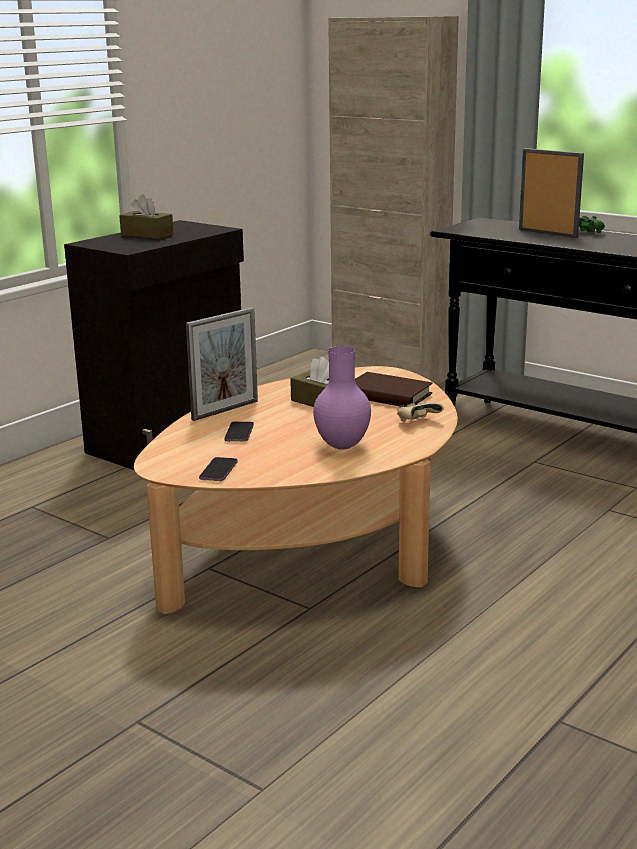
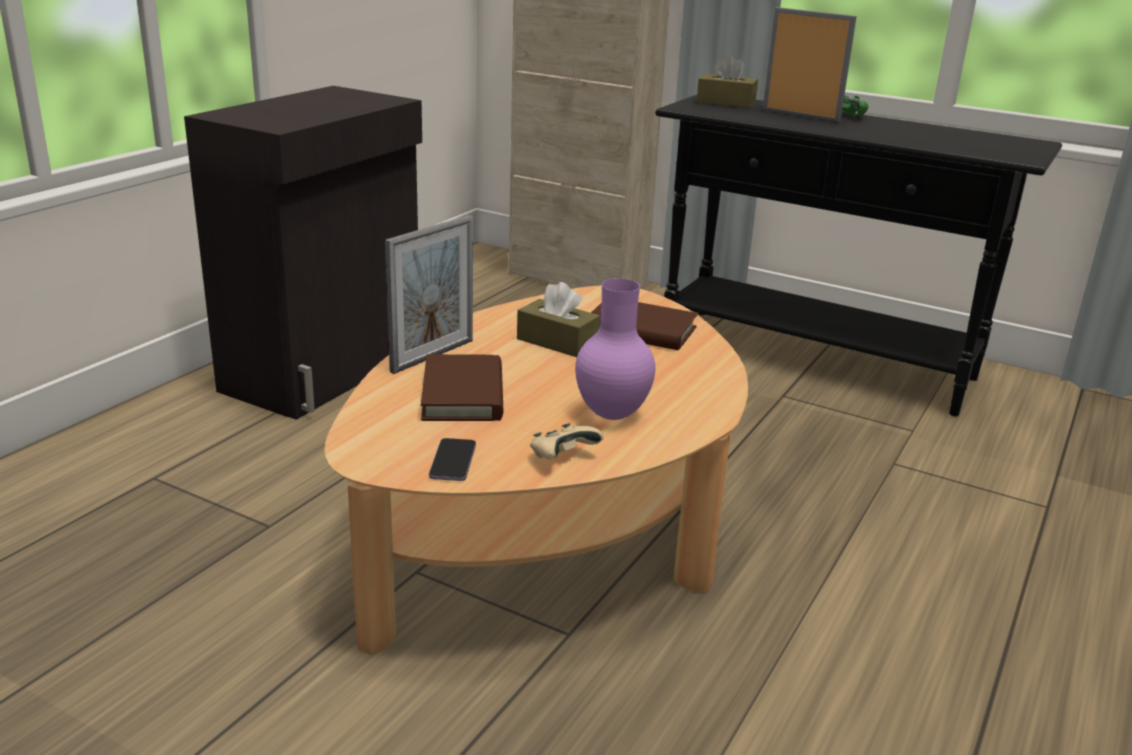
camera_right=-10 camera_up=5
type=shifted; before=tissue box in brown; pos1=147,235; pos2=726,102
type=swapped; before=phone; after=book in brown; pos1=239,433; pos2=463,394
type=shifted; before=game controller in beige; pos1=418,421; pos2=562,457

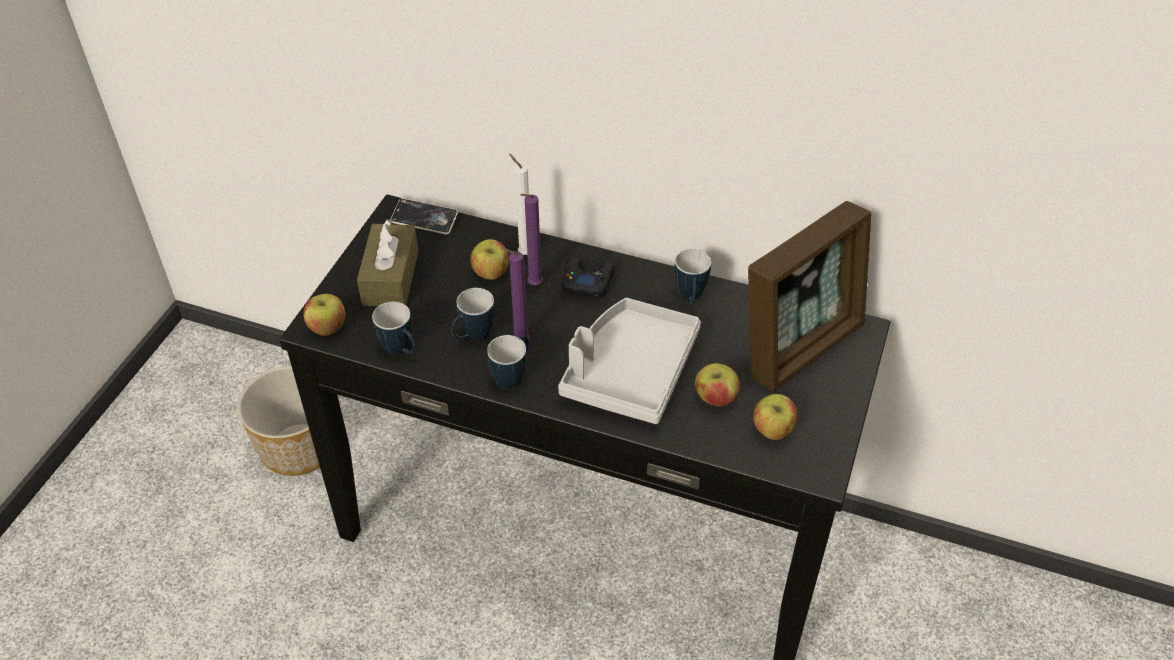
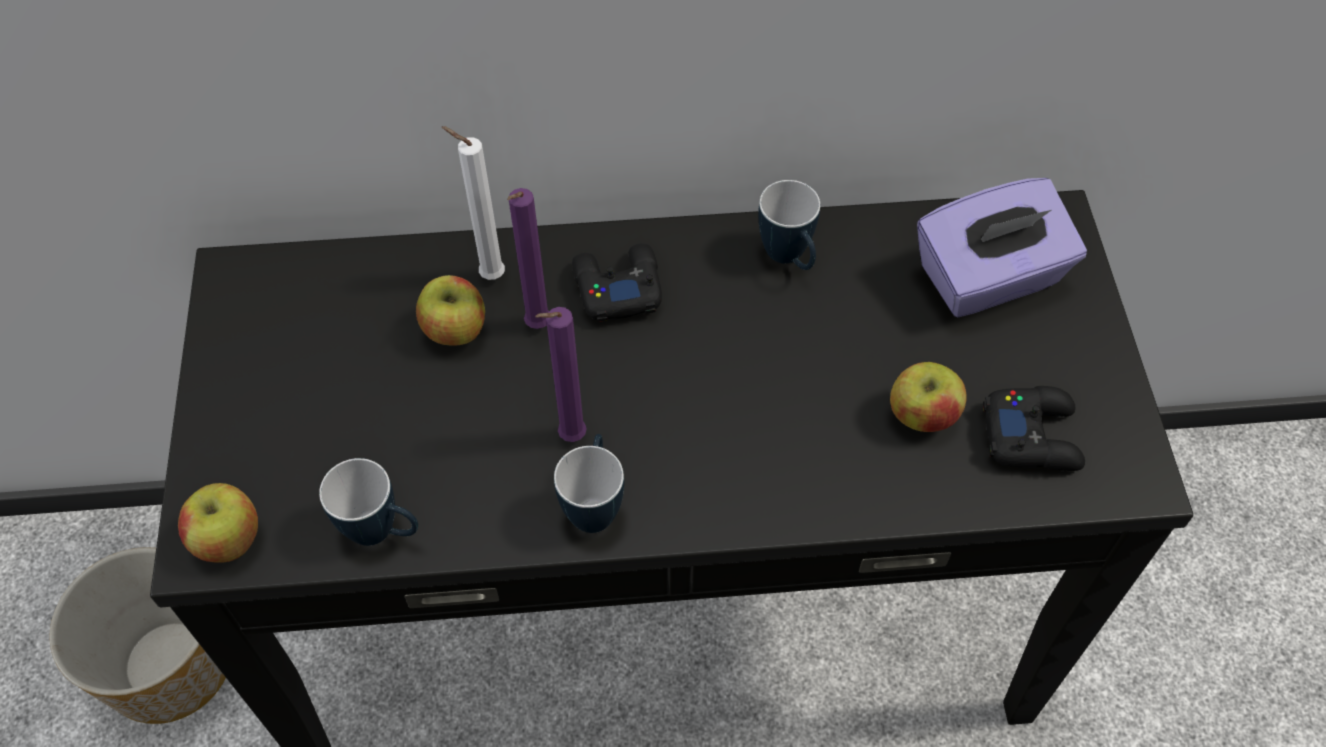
camera_right=-25 camera_up=10
type=gone; before=tissue box in brown; pos1=390,277
type=gone; before=phone; pos1=424,220
type=gone; before=mug; pos1=473,337
type=gone; before=tray in grey; pos1=630,371
type=swapped; before=picture frame; after=tissue box in purple; pos1=800,345; pos2=989,278
type=swapped; before=apple; after=game controller in black; pos1=773,430; pos2=1032,435

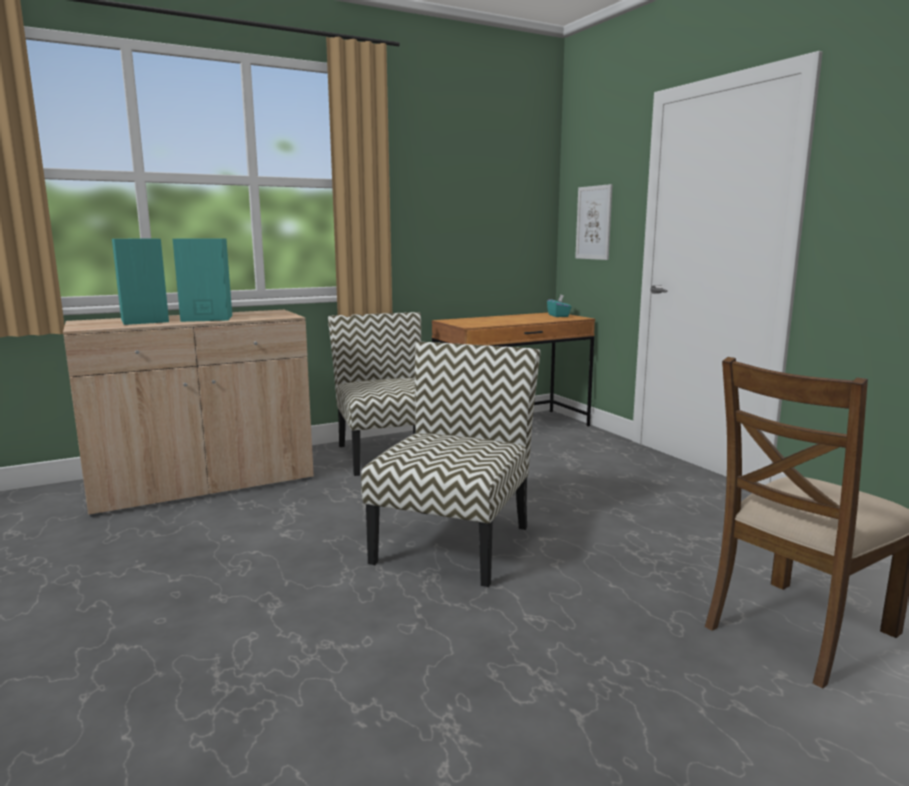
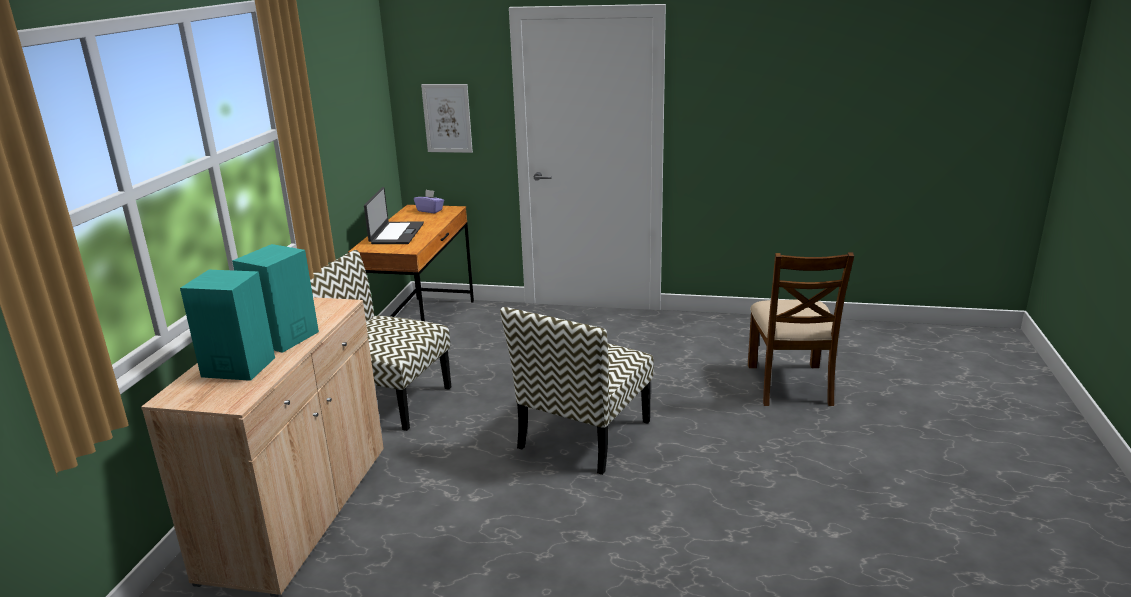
camera_right=-50 camera_up=10
type=rotated; before=chair; pos1=452,542; pos2=584,435; turn=-120
type=repainted; before=tissue box in turquoise; after=tissue box in purple; pos1=558,316; pos2=430,210
type=new; after=laptop; pos2=396,234

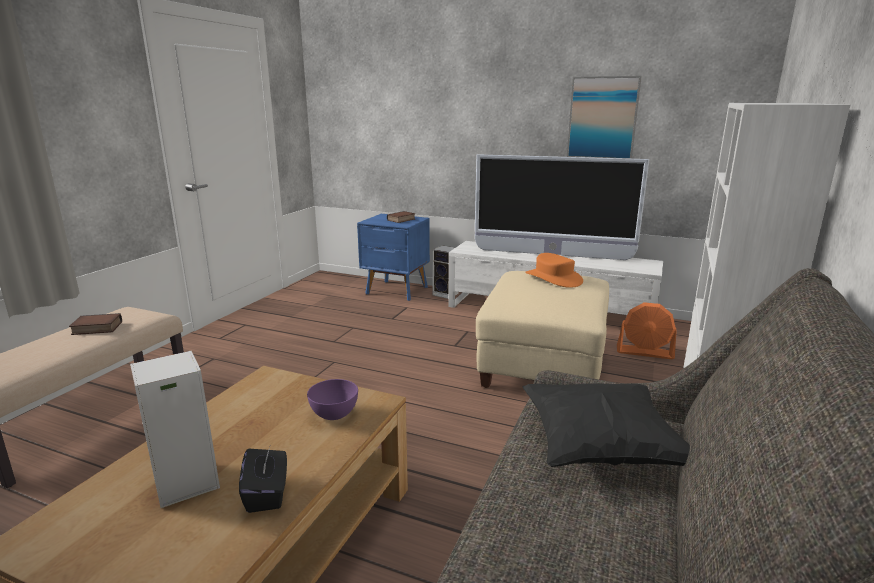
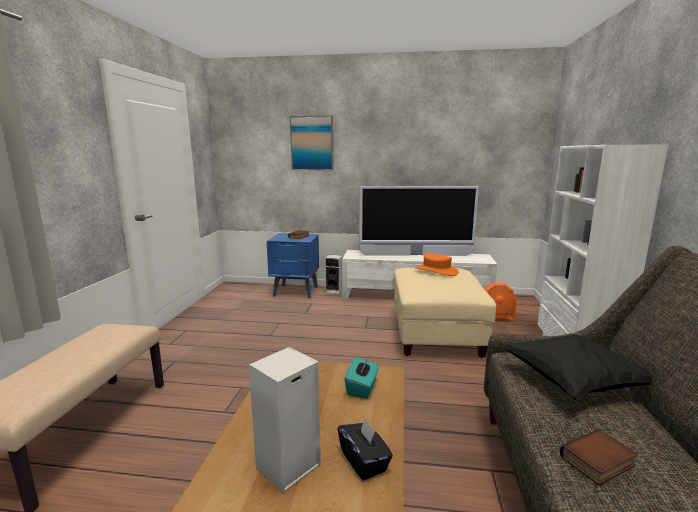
camera_right=-15 camera_up=-5
type=shifted; before=book; pos1=96,328; pos2=598,462
type=swapped; before=bowl in purple; after=tissue box in turquoise; pos1=334,414; pos2=362,388
type=shifted; before=picture; pos1=602,118; pos2=312,143

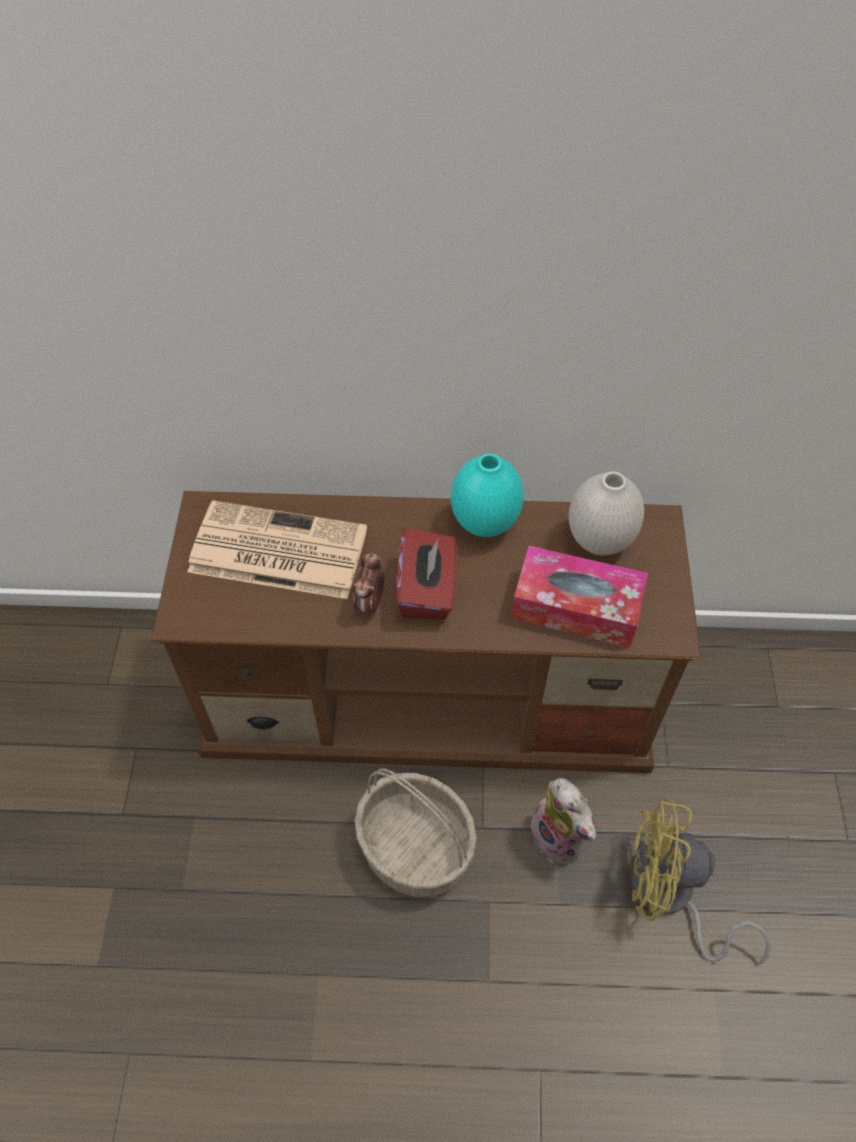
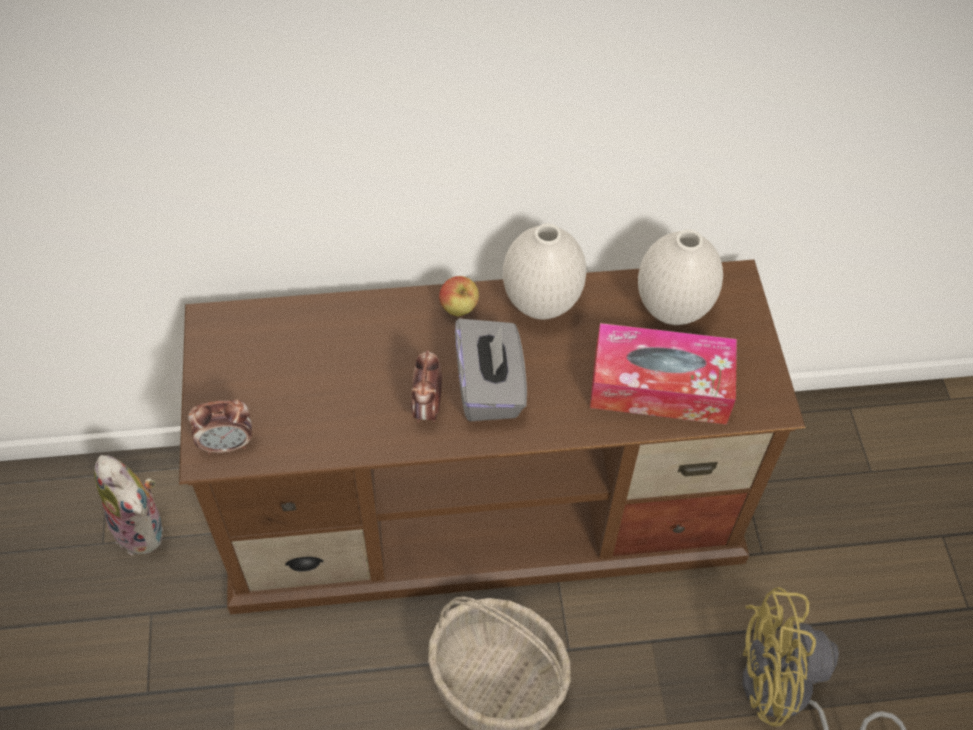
camera_right=-10 camera_up=0
type=gone; before=newspaper; pos1=275,551
type=repainted; before=tissue box in red; after=tissue box in grey; pos1=427,591; pos2=490,387
type=repainted; before=vase in turquoise; after=vase in white; pos1=484,523; pos2=540,303
type=shifted; before=plush toy; pos1=561,837; pos2=144,528
type=new; after=alarm clock; pos2=227,444
type=new; after=apple; pos2=459,309

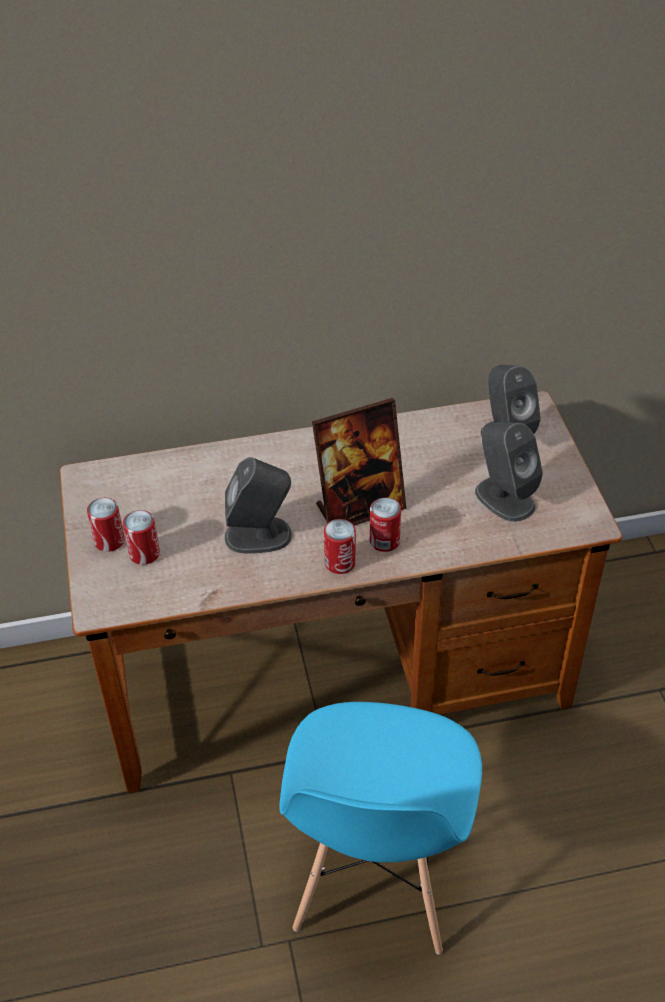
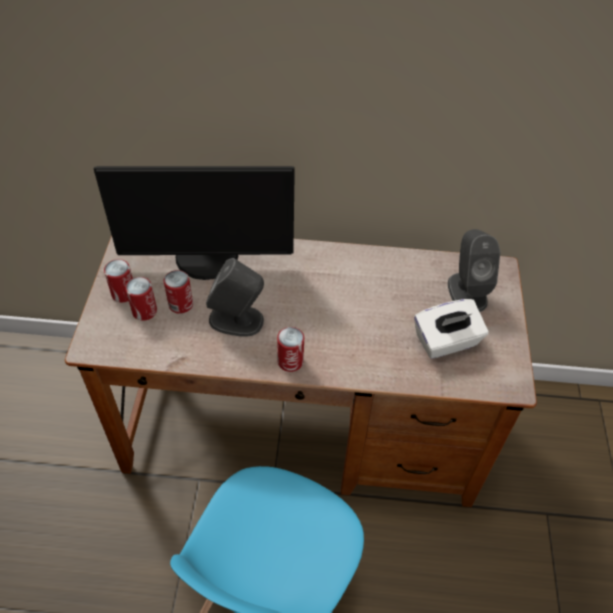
camera_right=15 camera_up=5
type=gone; before=picture frame; pos1=360,508
type=shifted; before=can; pos1=384,541; pos2=180,304
type=swapped; before=speaker in grey; after=tissue box in white; pos1=504,498; pos2=446,342
type=new; after=monitor; pos2=207,259

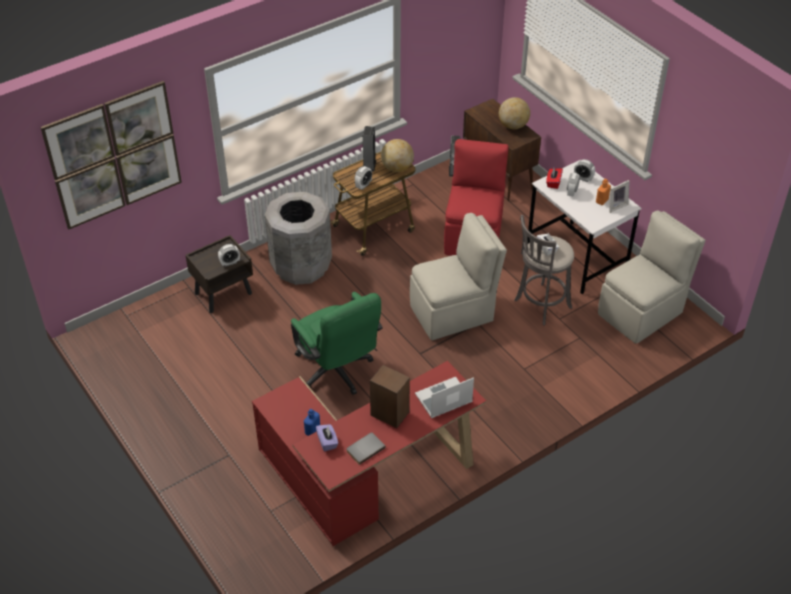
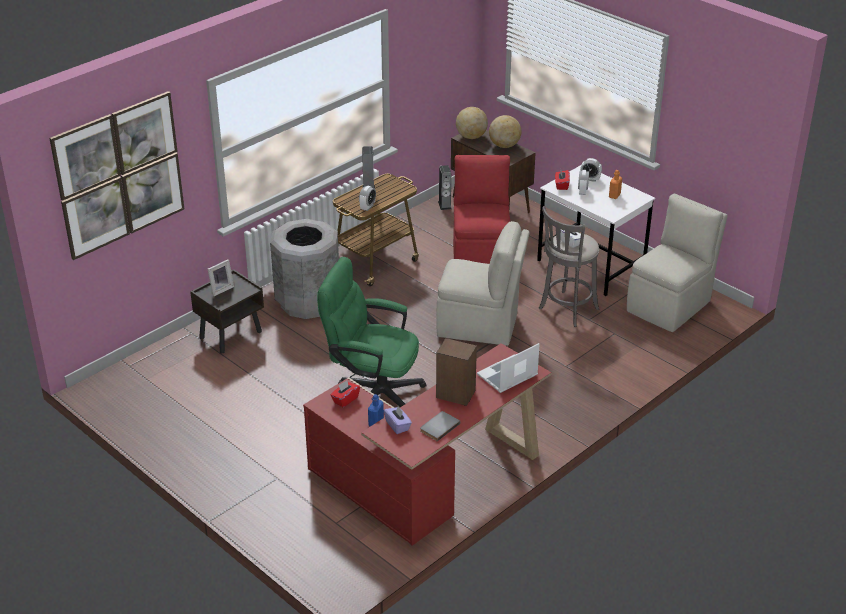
camera_right=-10 camera_up=-10
type=gone; before=alarm clock; pos1=230,262
type=rotated; before=office chair in green; pos1=337,373; pos2=373,391; turn=150
type=shifted; before=globe; pos1=397,168; pos2=471,137
type=rotated; before=chair in beige; pos1=454,313; pos2=480,326; turn=45
type=shifted; before=picture frame; pos1=616,206; pos2=220,289
type=new; after=tissue box in red; pos2=345,400

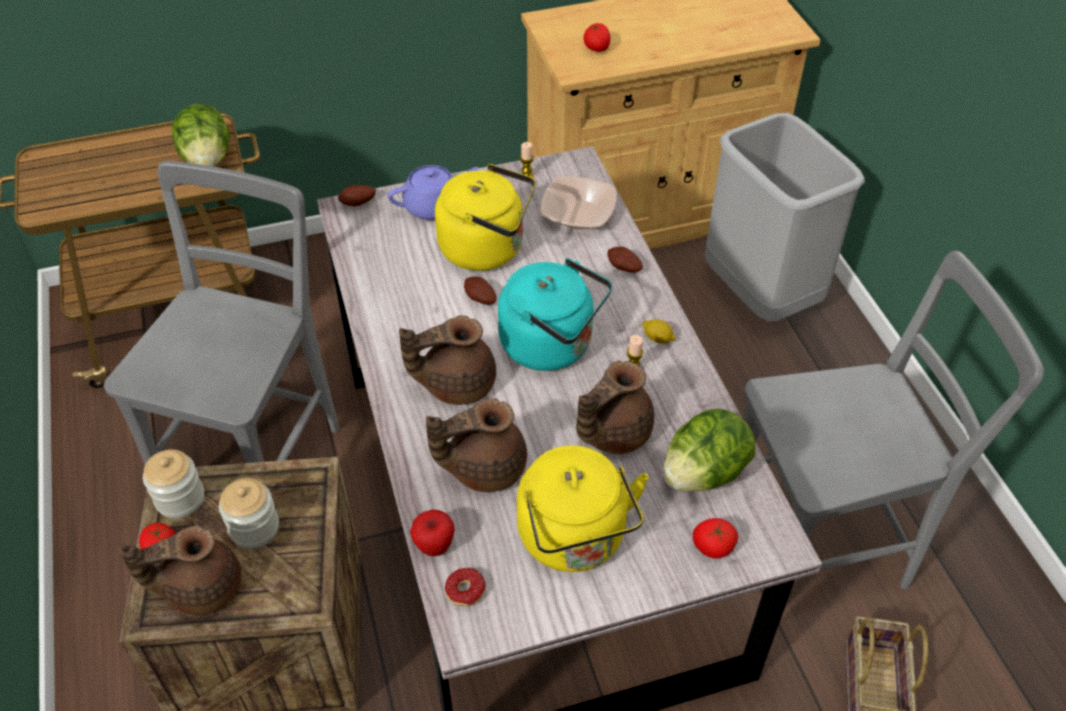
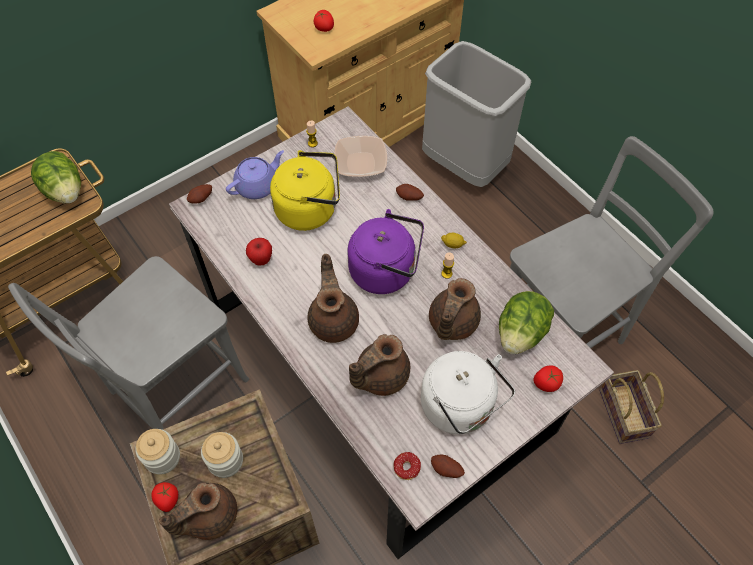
camera_right=-20 camera_up=10
type=rotated; before=chair in grey; pos1=258,458; pos2=173,390; turn=-135
type=rotated; before=teapot in brown; pos1=455,383; pos2=334,320; turn=120
type=shifted; before=apple; pos1=434,546; pos2=261,260
type=shifted; before=potato; pos1=479,299; pos2=446,470
type=repainted; before=kettle in turquoise; after=kettle in purple; pos1=552,345; pos2=386,271
type=repainted; before=kettle in yellow; after=kettle in white; pos1=575,540; pos2=460,408

